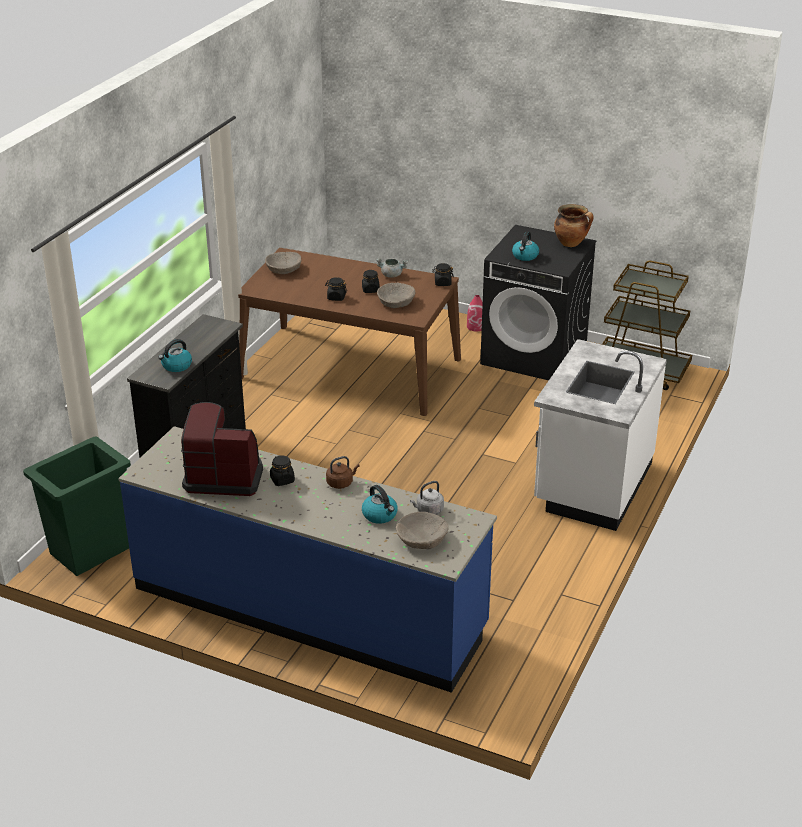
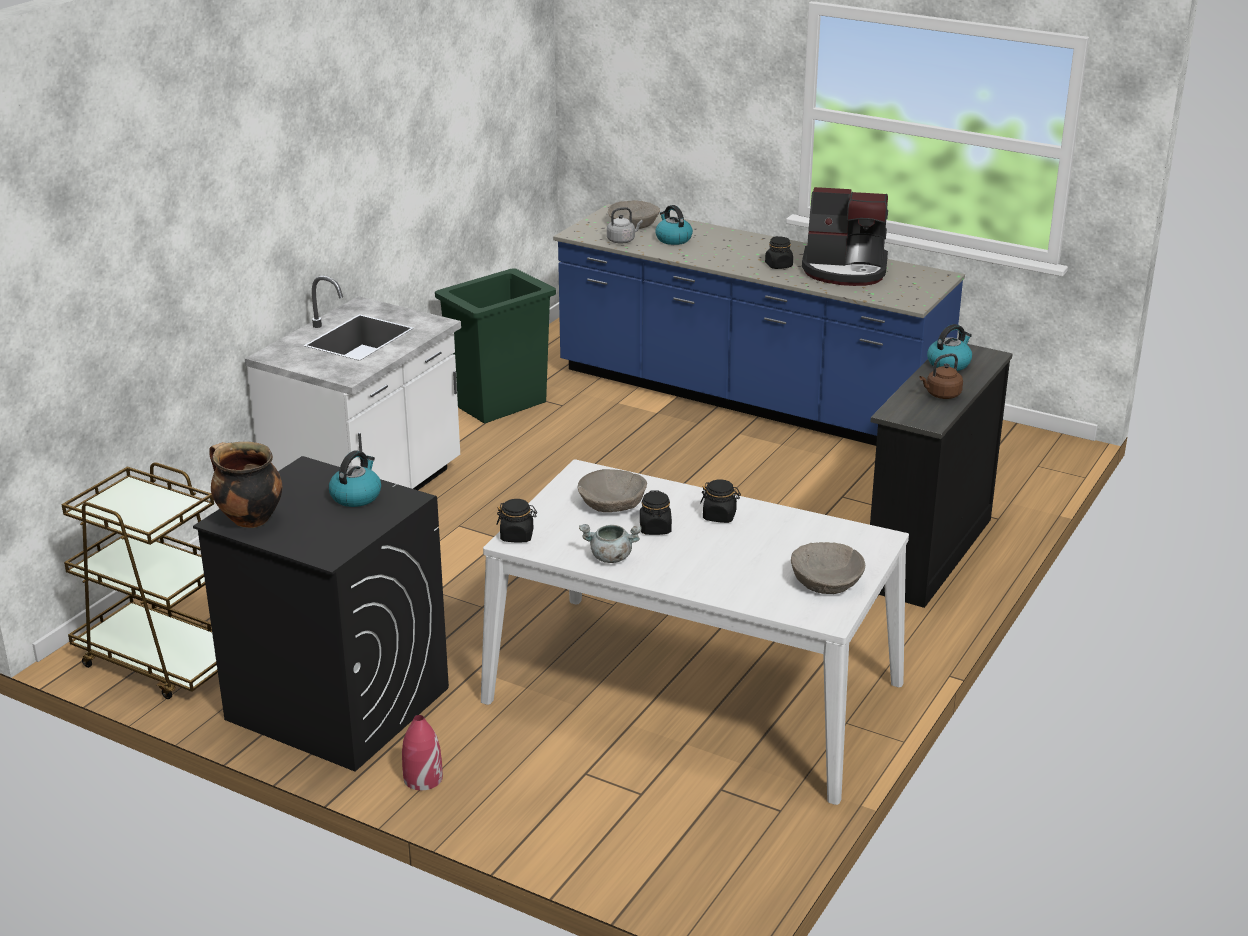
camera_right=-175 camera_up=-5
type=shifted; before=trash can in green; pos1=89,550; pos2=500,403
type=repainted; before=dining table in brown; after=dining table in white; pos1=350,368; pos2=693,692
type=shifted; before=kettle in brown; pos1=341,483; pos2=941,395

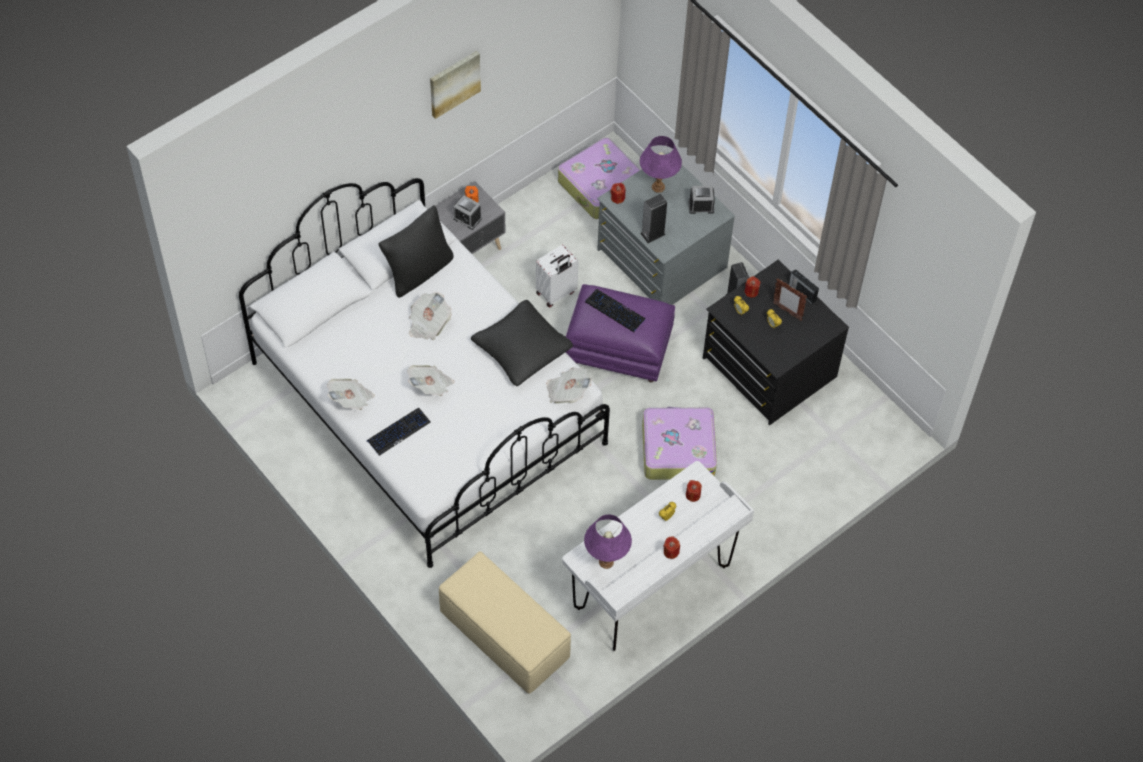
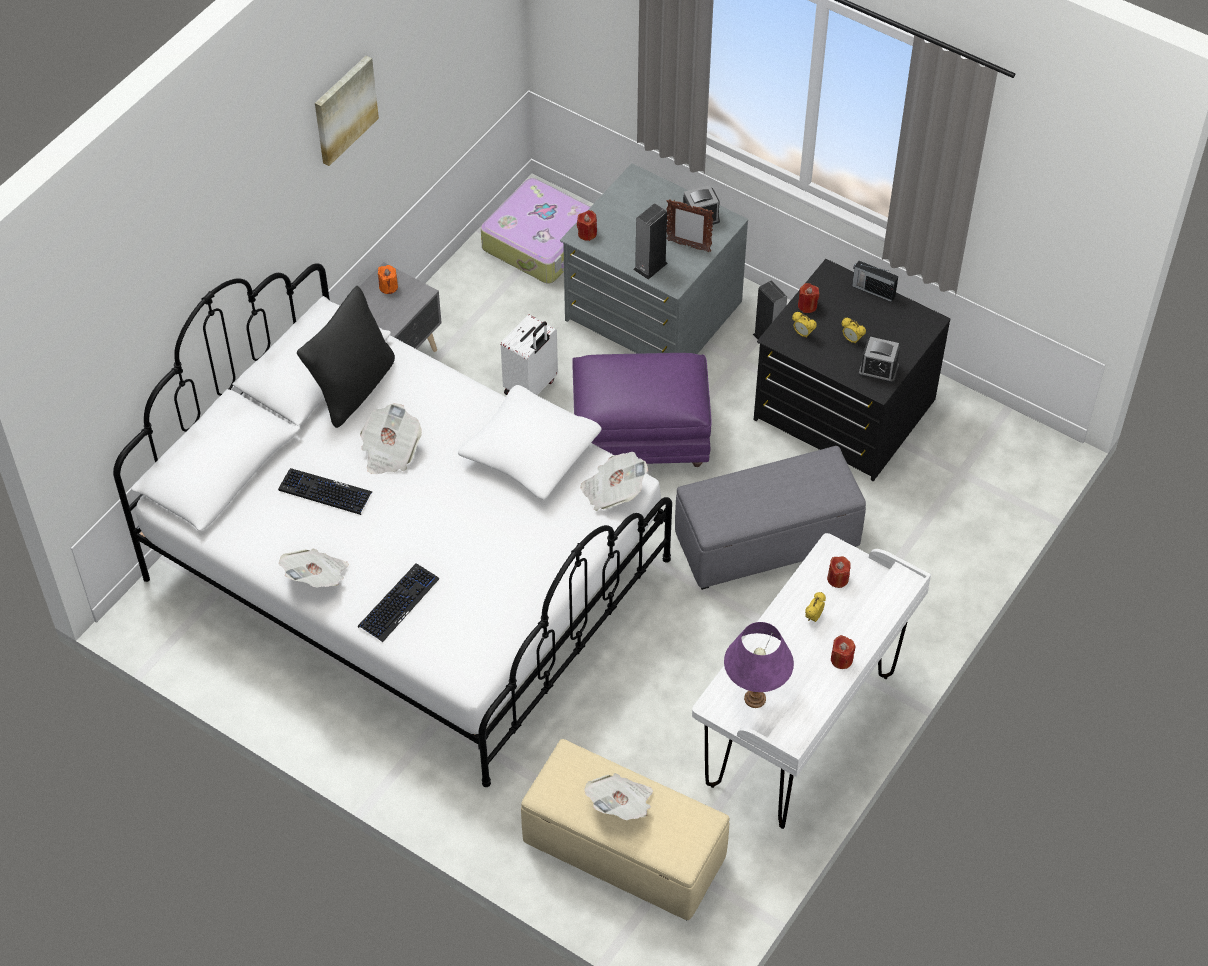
camera_right=-15 camera_up=-5
type=shifted; before=newspaper; pos1=431,386; pos2=621,805
type=shifted; before=alarm clock; pos1=467,218; pos2=878,370
type=repainted; before=pillow in black; after=pillow in white; pos1=521,349; pos2=530,453
type=shifted; before=keyboard; pos1=615,311; pos2=325,492
type=gone; before=table lamp in purple; pos1=658,187
type=swapped; before=suitcase; after=ottoman in grey; pos1=677,449; pos2=765,542
type=shifted; before=picture frame; pos1=787,311; pos2=688,246

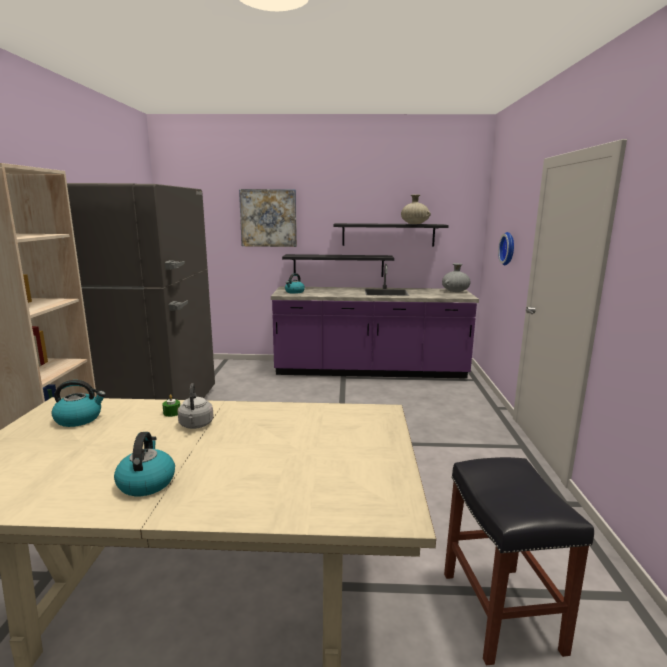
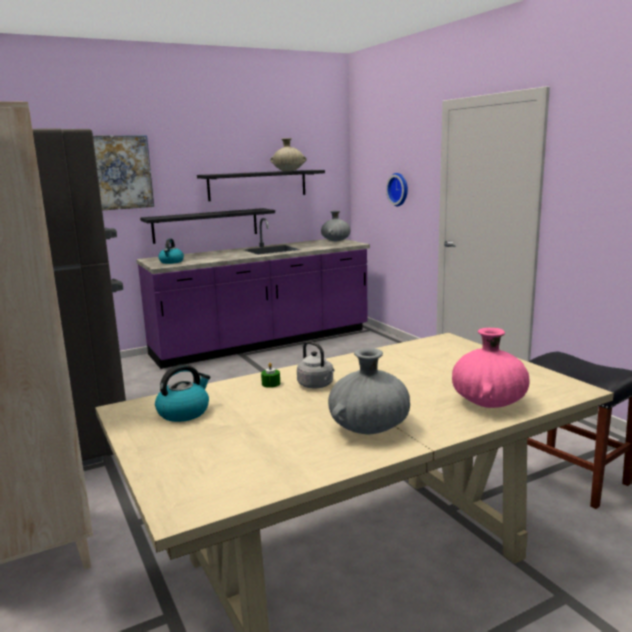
camera_right=-30 camera_up=0
type=swapped; before=kettle; after=vase in grey; pos1=146,482; pos2=369,428
type=new; after=vase in pink; pos2=488,402

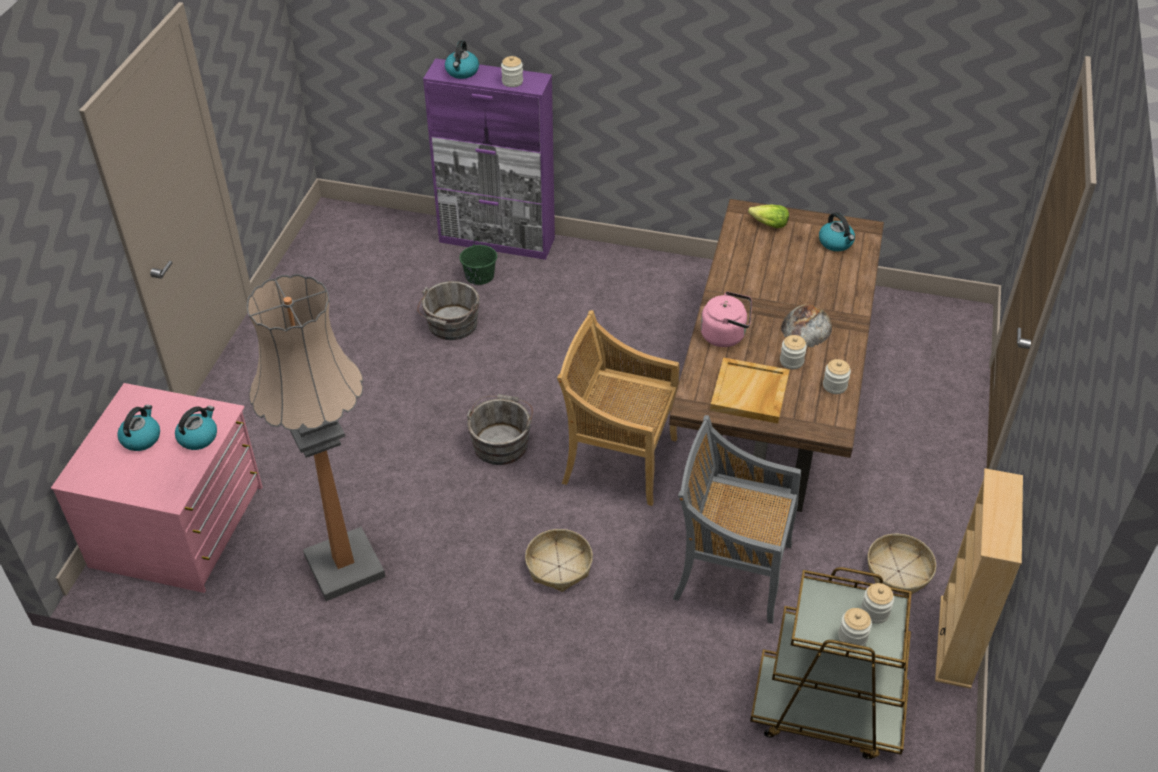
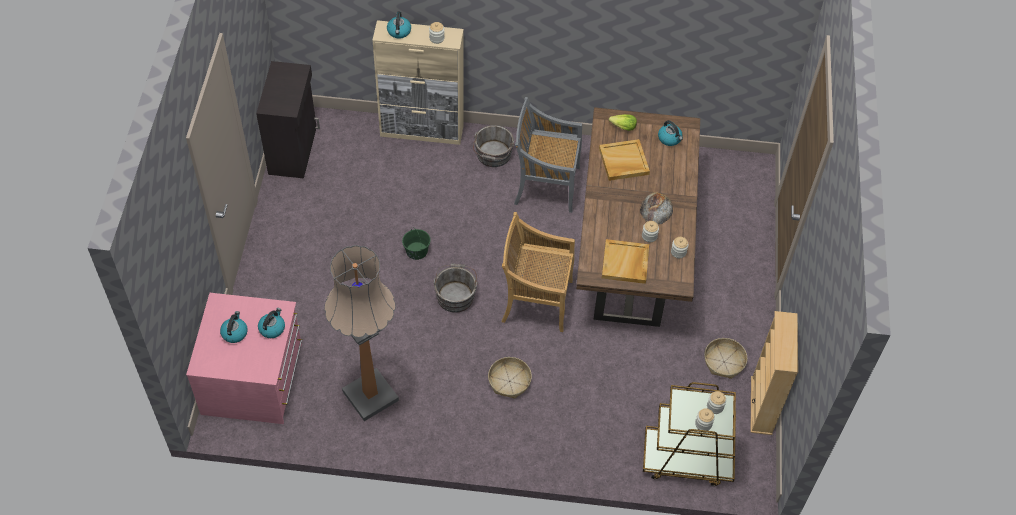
camera_right=-10 camera_up=10
type=shifted; before=bucket in grey; pos1=451,325; pos2=493,155
type=repainted; before=cabinet in purple; after=cabinet in beige; pos1=497,240; pos2=422,131
type=shifted; before=bucket in green; pos1=479,275; pos2=416,251
type=shifted; before=chair in grey; pos1=730,570; pos2=545,185
type=gone; before=kettle in pink; pos1=726,335
type=new; after=cabinet in black; pos2=294,150
type=new; after=tray in beige; pos2=623,162

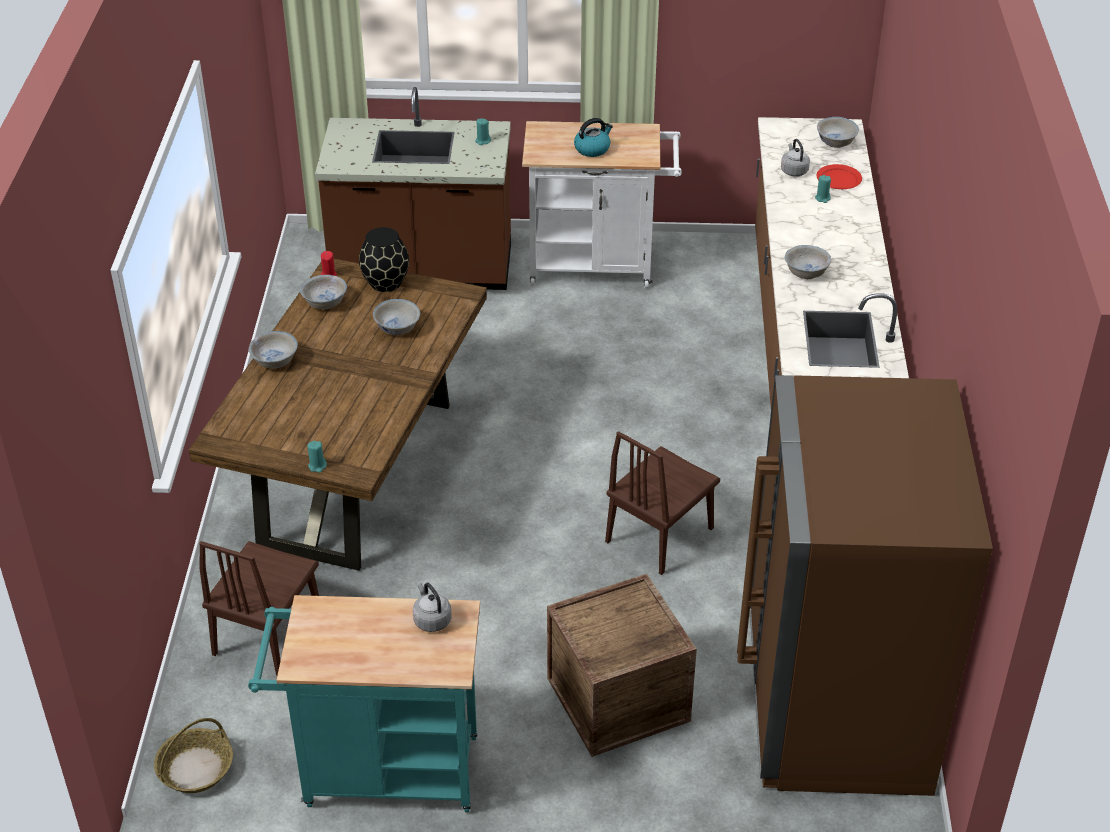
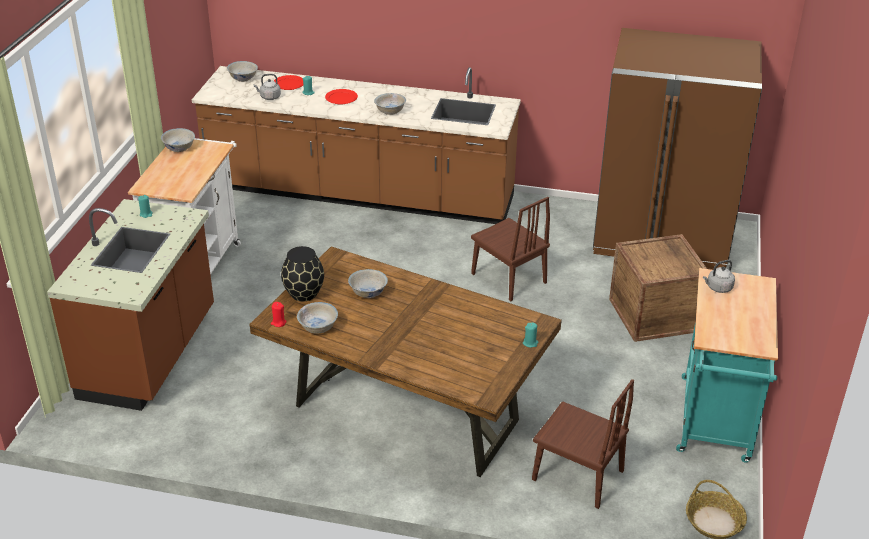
camera_right=-80 camera_up=-5
type=shifted; before=bowl in white; pos1=275,360; pos2=179,148
type=gone; before=kettle; pos1=592,149
type=new; after=plate in red; pos2=341,98

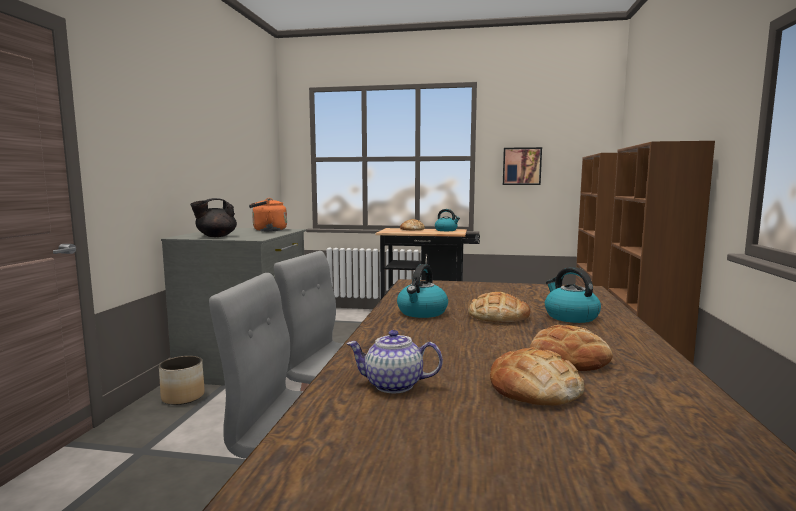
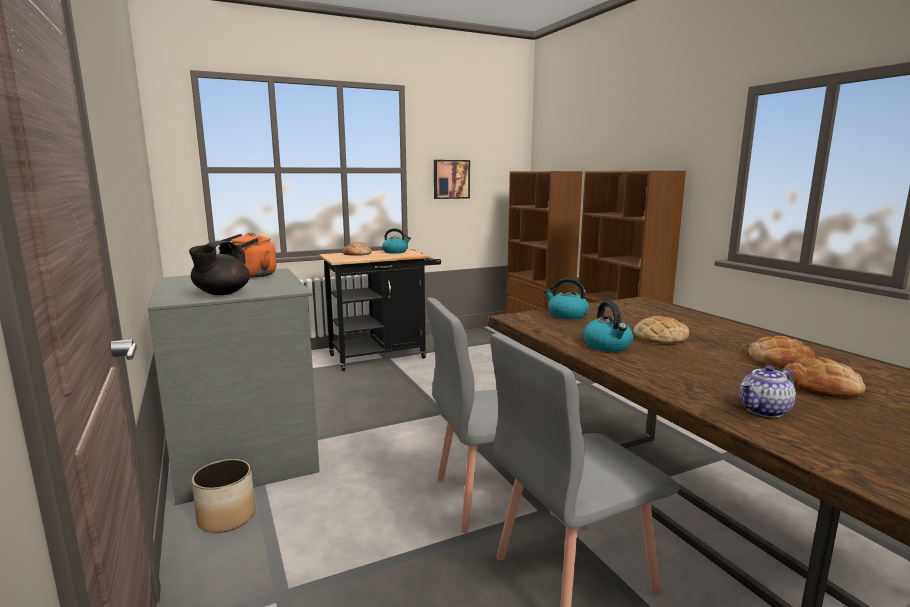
camera_right=-35 camera_up=5
type=shifted; before=kettle; pos1=570,316; pos2=566,315

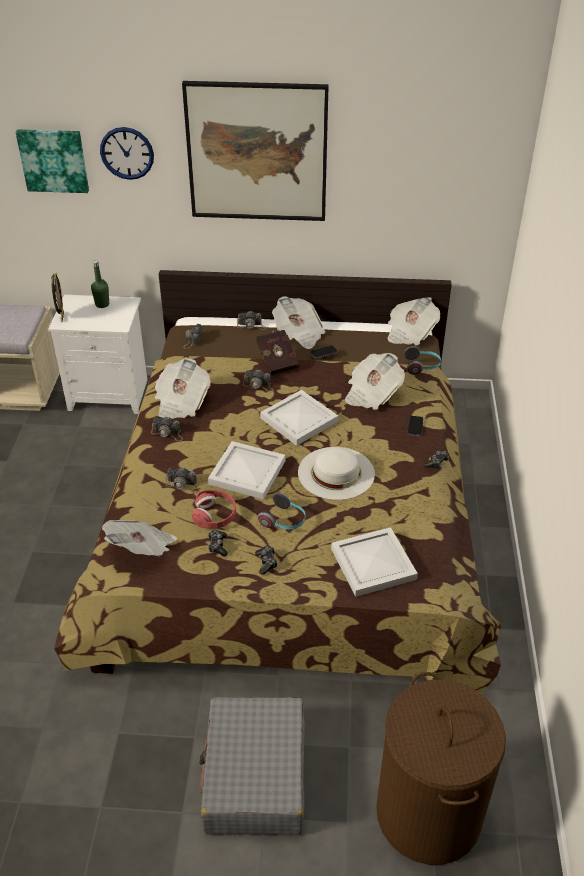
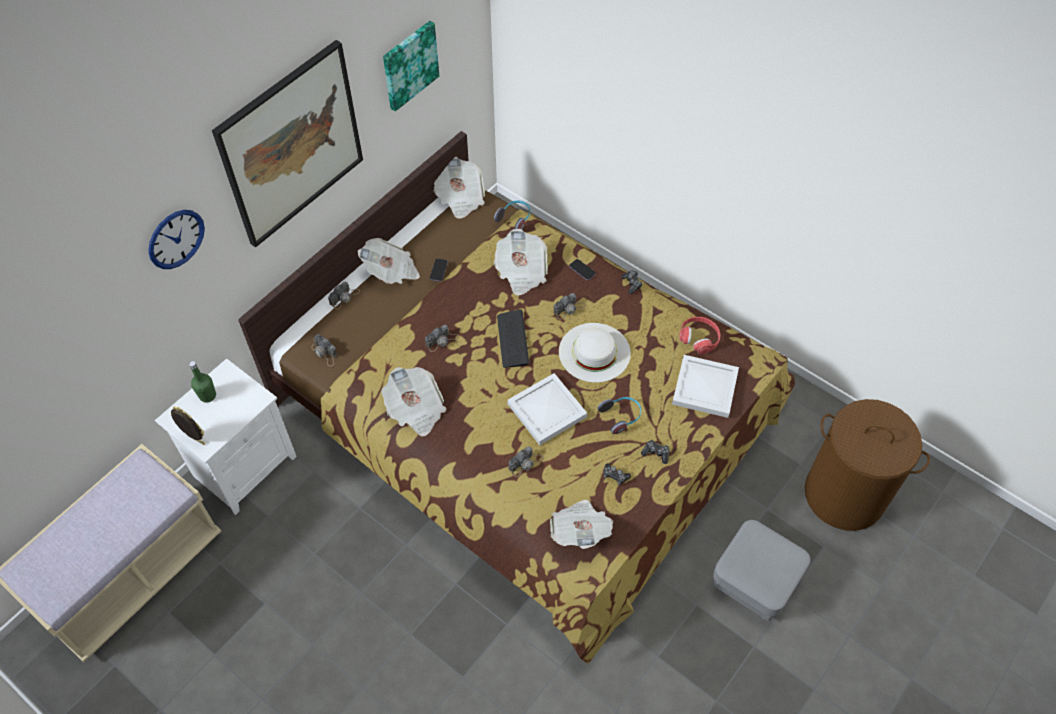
camera_right=-55 camera_up=15
type=shifted; before=picture; pos1=54,160; pos2=409,65
type=shifted; before=photo camera; pos1=168,433; pos2=569,309
type=shifted; before=headphones in red; pos1=215,515; pos2=699,338
type=swapped; before=suitcase in grey; after=ottoman in grey; pos1=255,776; pos2=754,582
type=gone; before=book in red; pos1=277,361
type=swapped; before=tray in white; after=keyboard; pos1=299,420; pos2=512,339

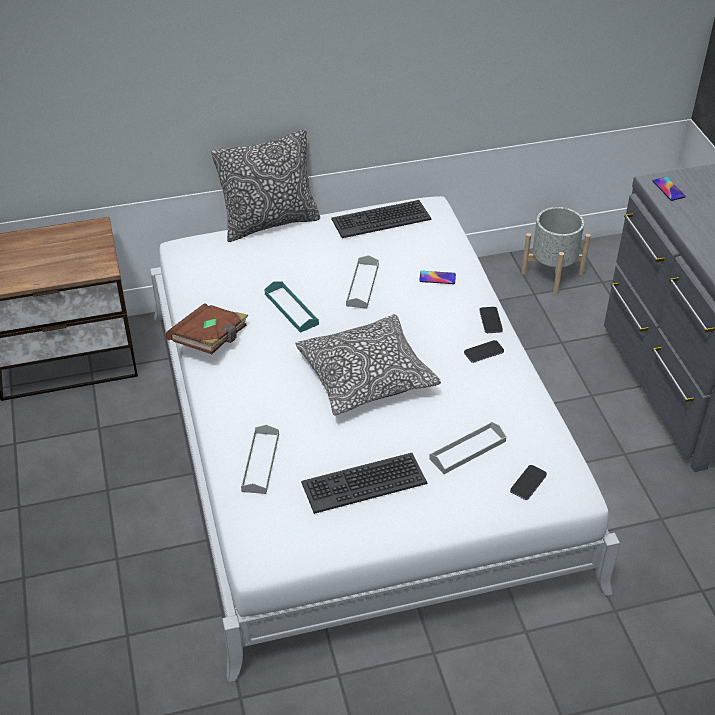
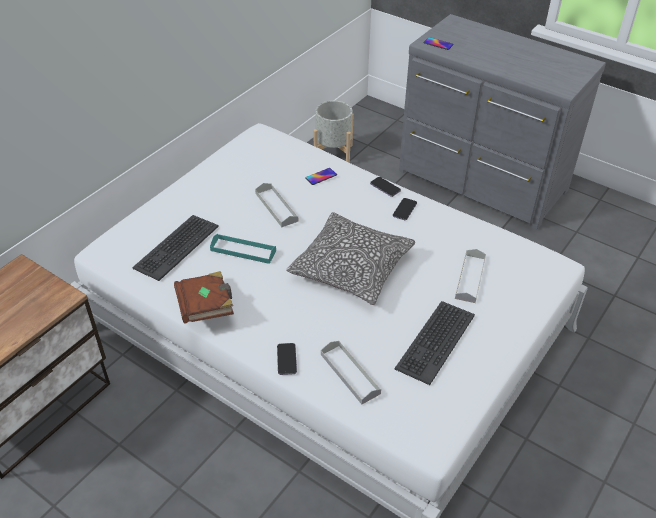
camera_right=-40 camera_up=0
type=gone; before=pillow; pos1=269,223
type=shifted; before=keyboard; pos1=381,219; pos2=176,247
type=shifted; before=phone; pos1=528,483; pos2=286,360

